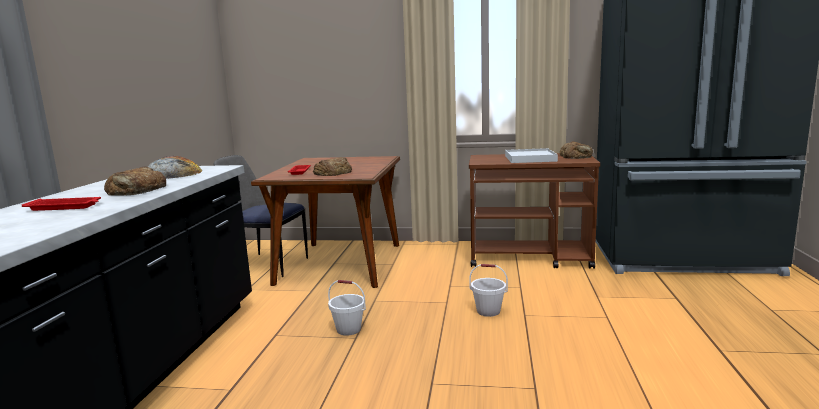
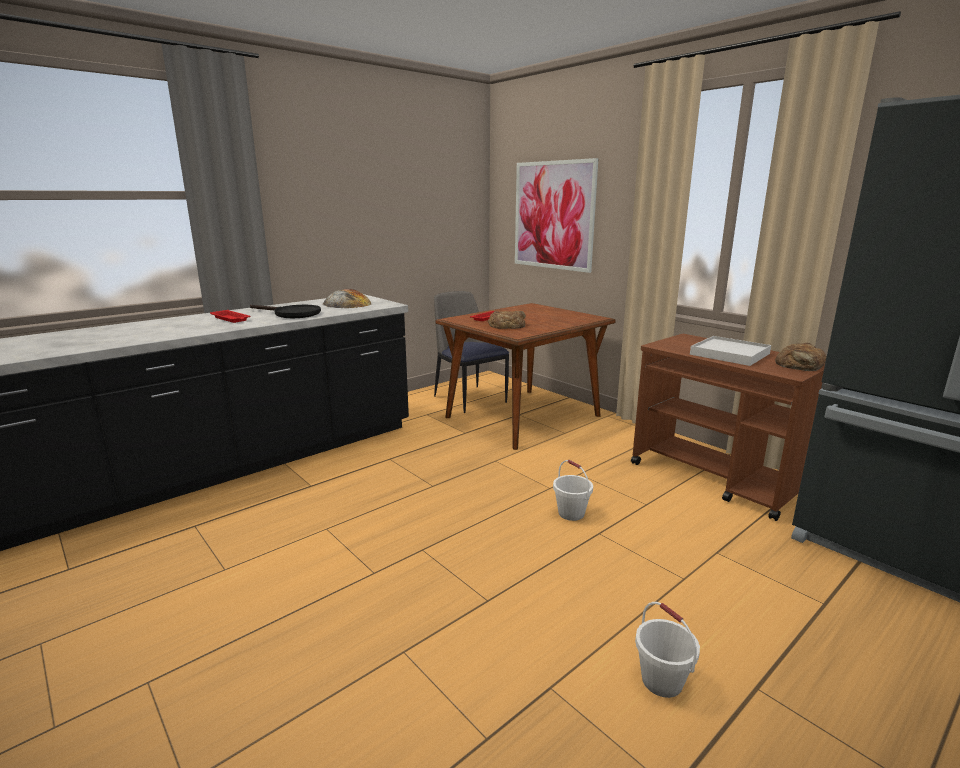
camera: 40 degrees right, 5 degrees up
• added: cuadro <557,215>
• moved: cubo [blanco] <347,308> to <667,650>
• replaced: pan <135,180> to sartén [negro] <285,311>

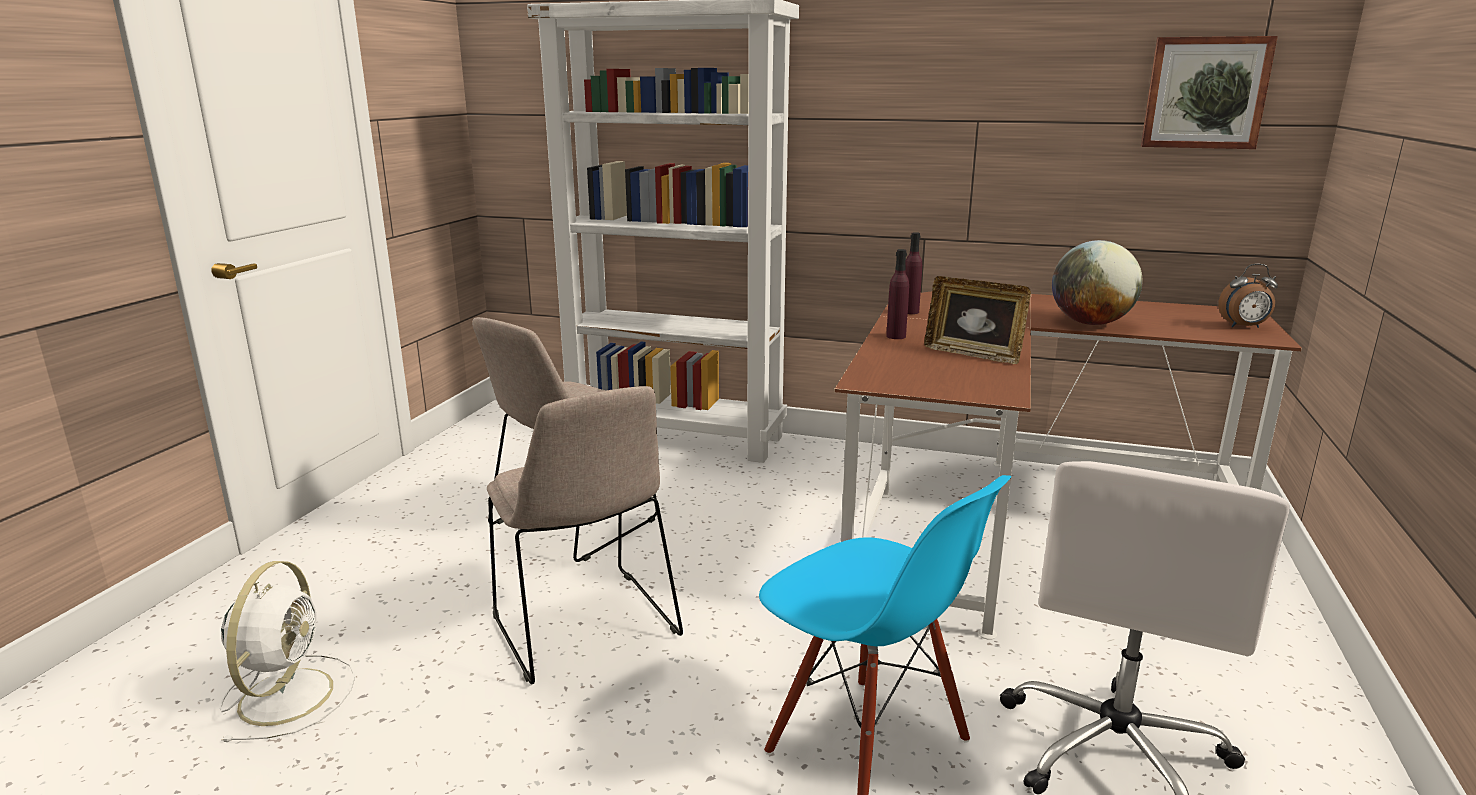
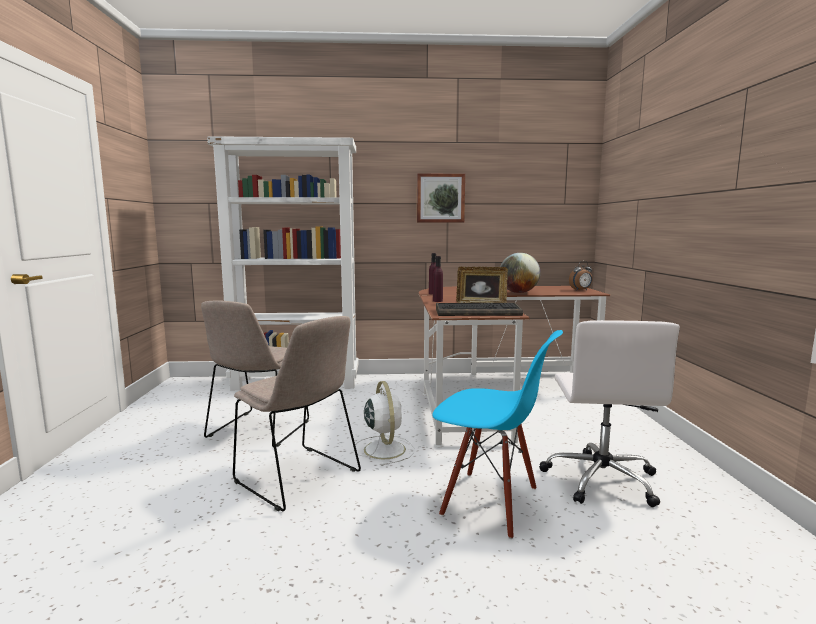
camera: 20 degrees left, 10 degrees down
• added: teclado <479,309>
• moved: ventilador [blanco] <287,651> to <383,423>
• moved: cuadro <1209,92> to <441,197>

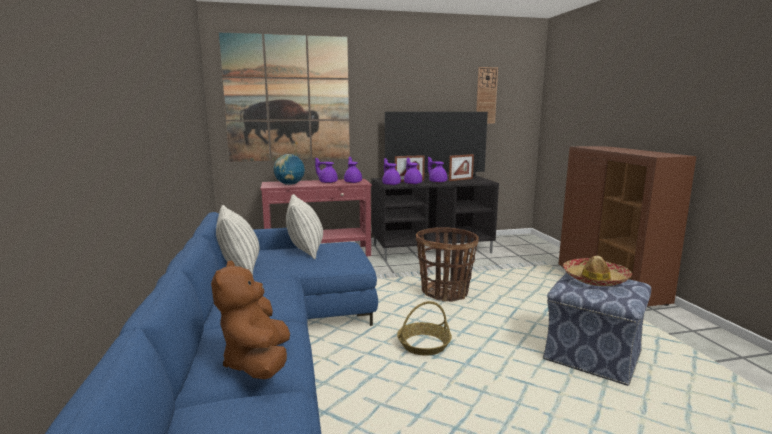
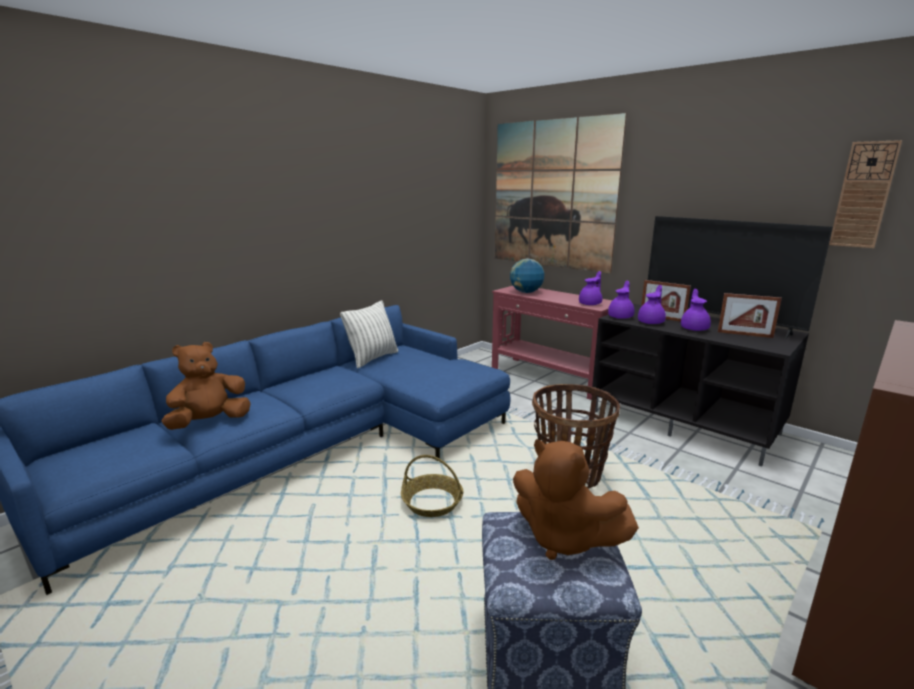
camera: 55 degrees right, 5 degrees up
• removed: cojín <304,226>
• removed: tetera [morado] <326,170>
• replaced: sombrero <597,271> to peluche [marrón] <576,499>

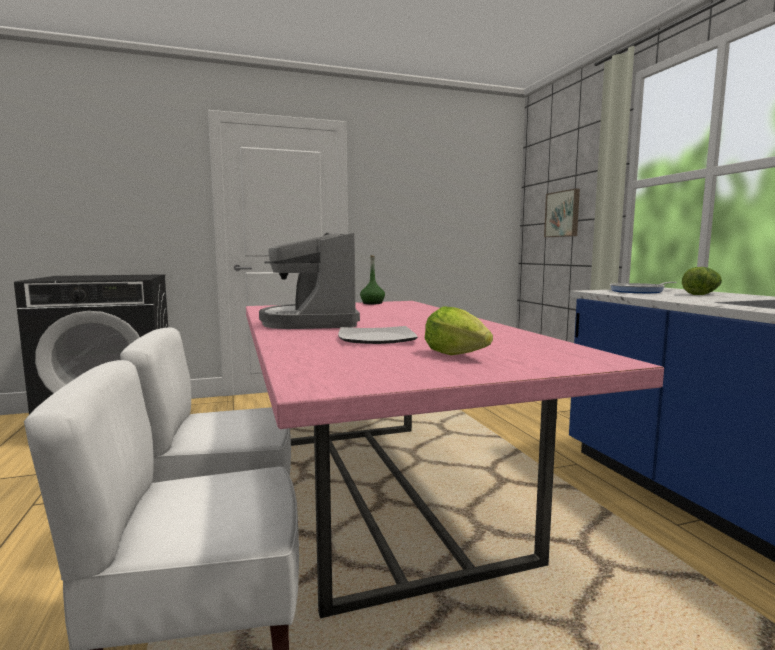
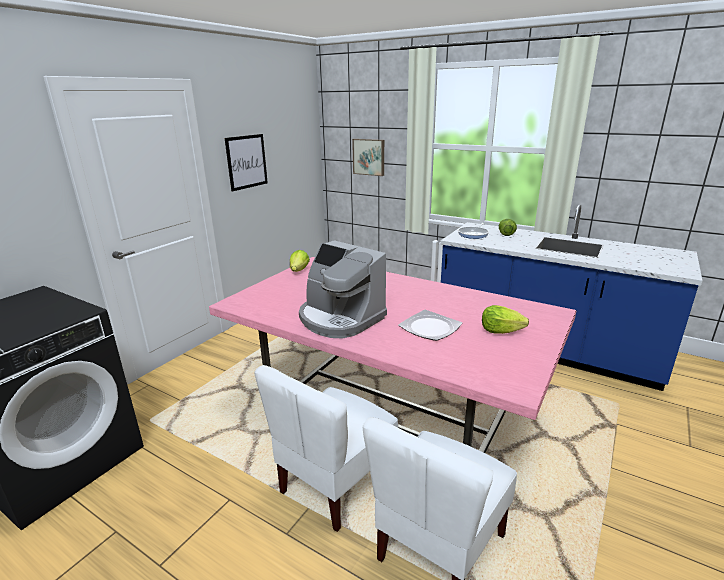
camera: 40 degrees left, 15 degrees up
• added: cuadro <246,163>
• replaced: botella [verde] <372,279> to lechuga <300,261>

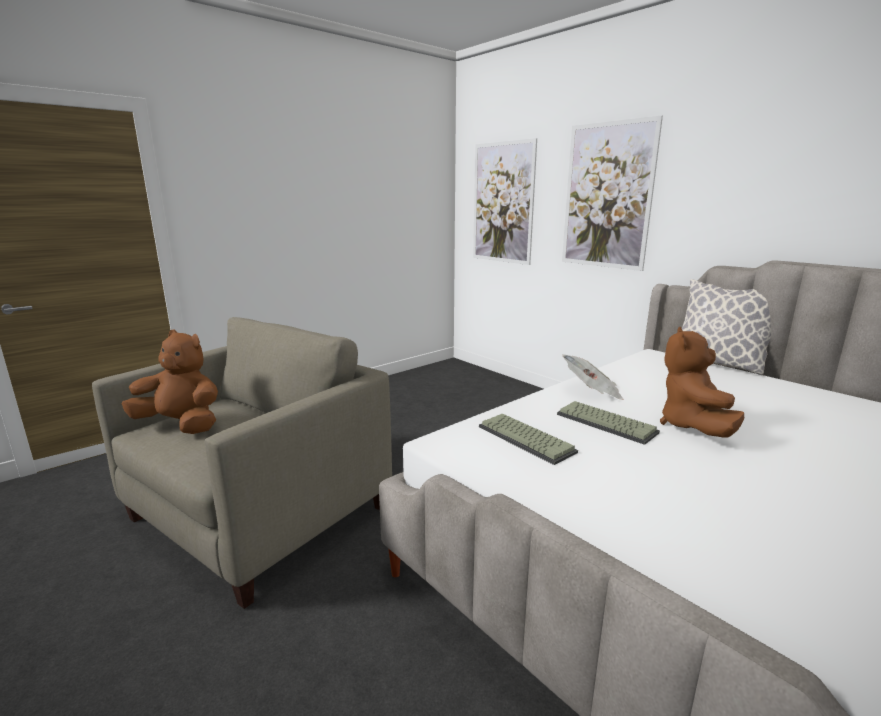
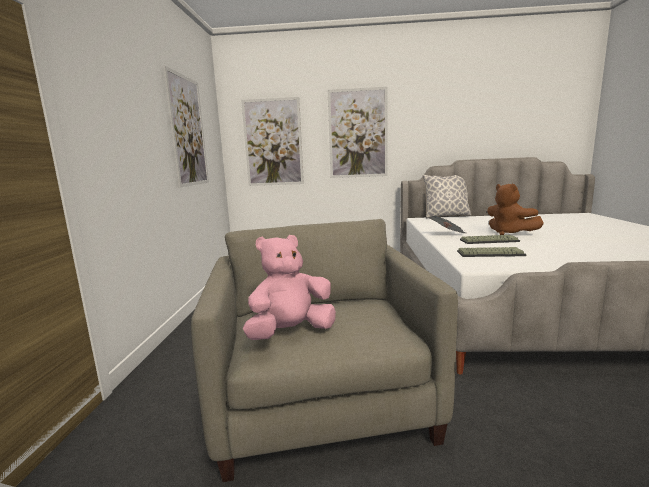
camera: 45 degrees left, 5 degrees down
• added: cuadro <186,127>
• recoloured: peluche [marrón] <170,381> to peluche [rosa] <289,287>

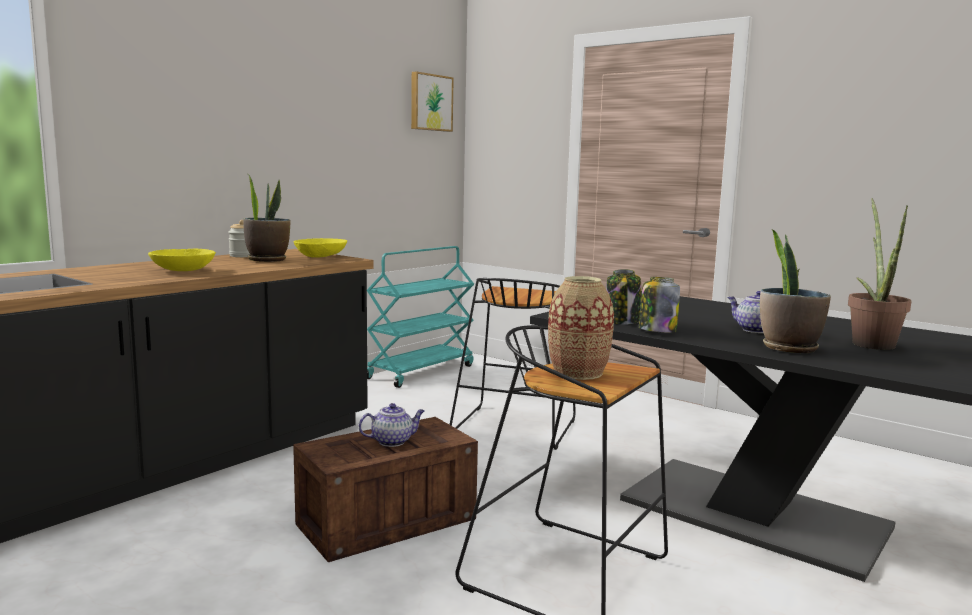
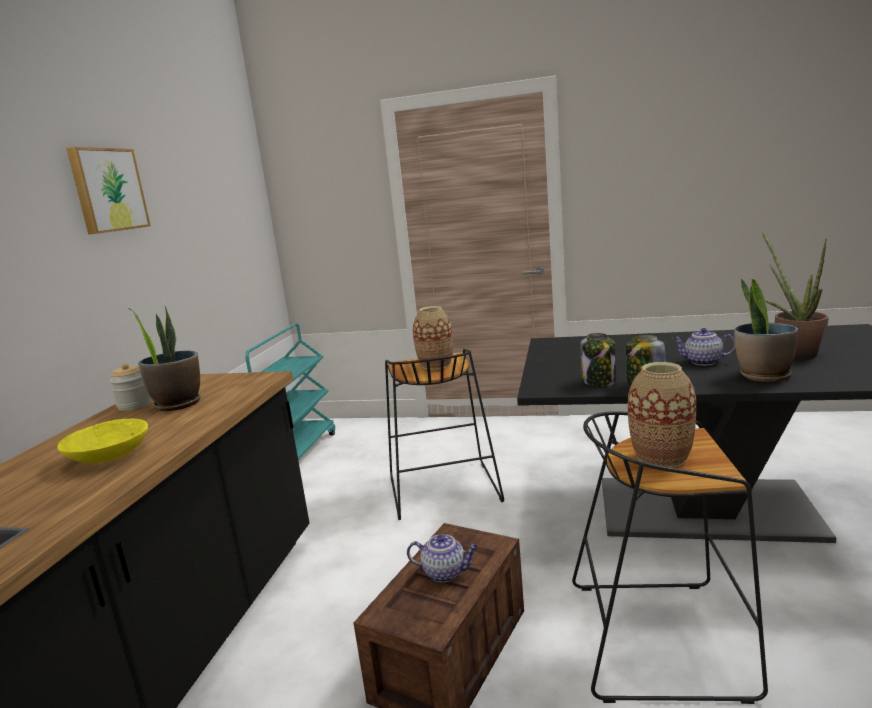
camera: 25 degrees left, 5 degrees up
• removed: cuenco [amarillo] <320,248>
• added: florero <433,338>
• moved: cuadro <432,102> to <108,191>
• turned: tetera <392,425> = <442,558> 60 degrees clockwise

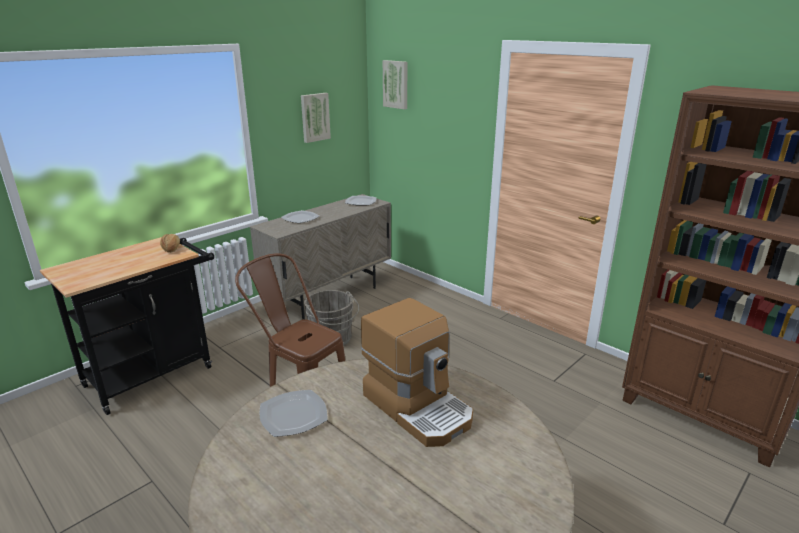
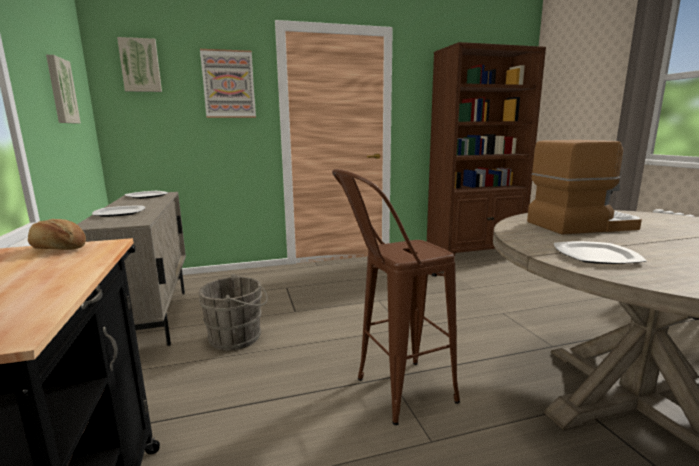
camera: 60 degrees left, 10 degrees down
• added: cuadro <228,83>

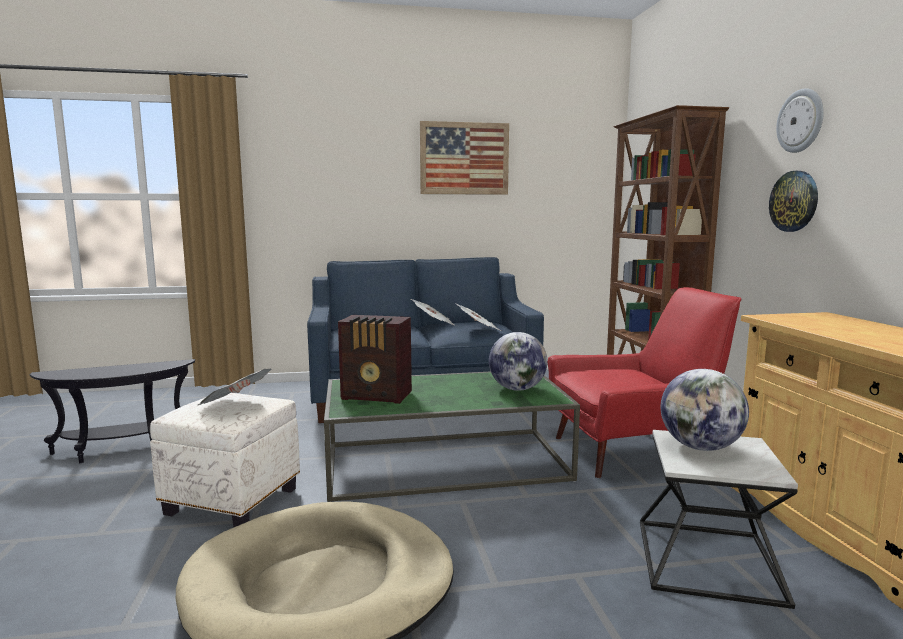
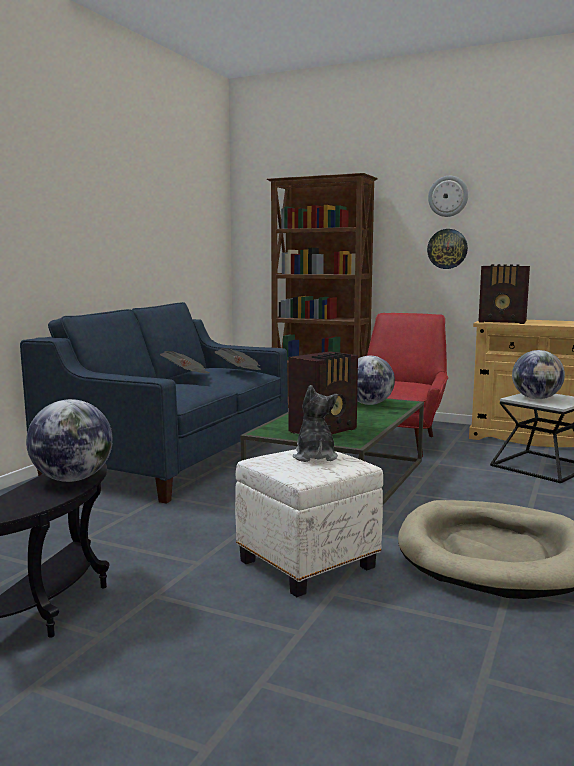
camera: 55 degrees left, 0 degrees up
• removed: cuadro <464,158>
• added: globo terráqueo <69,440>
• added: radio <504,294>
• replaced: periódico <235,387> to peluche <315,423>

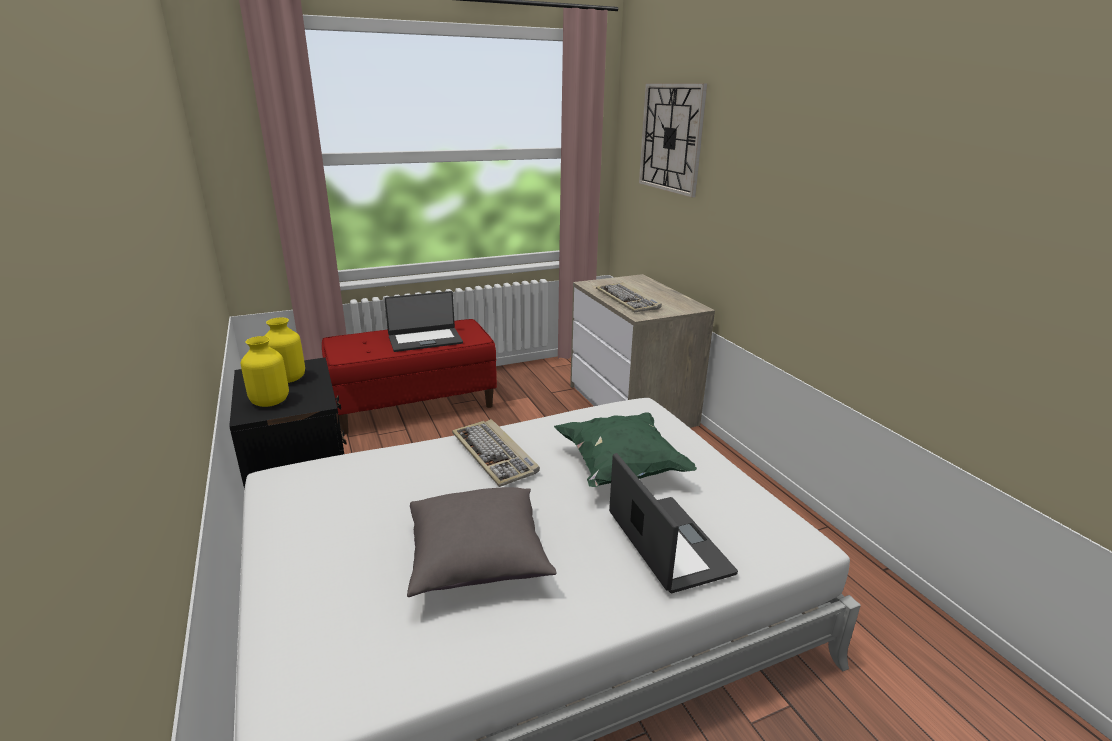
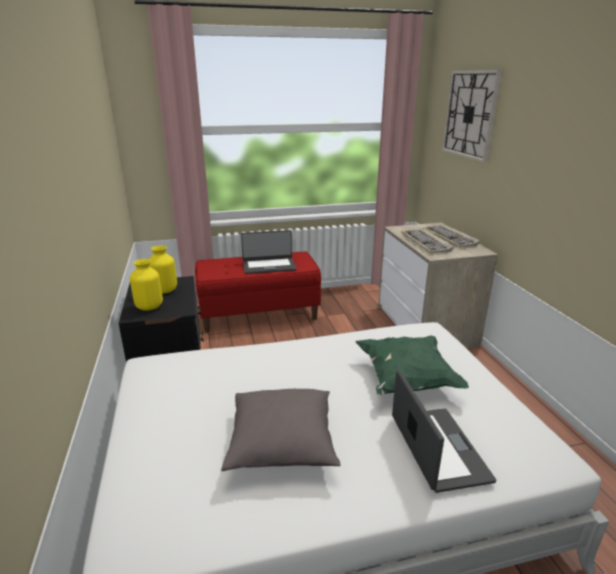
camera: 10 degrees right, 0 degrees up
• moved: teclado <496,453> to <451,236>

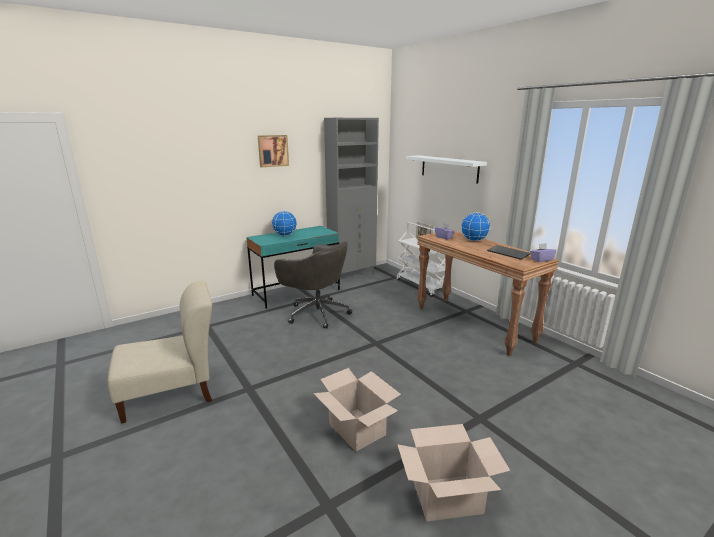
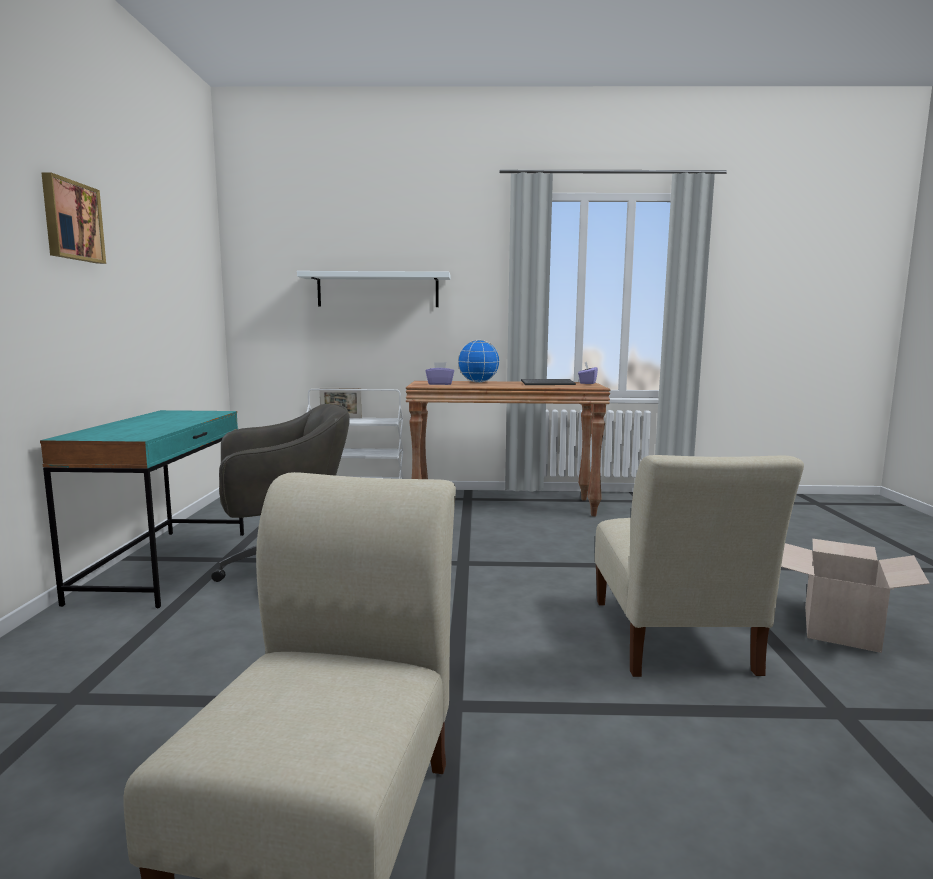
camera: 55 degrees left, 10 degrees down
• removed: globo terráqueo <284,223>
• removed: armario [gris] <351,196>
• replaced: caja de cartón <357,410> to silla [beis] <699,566>

